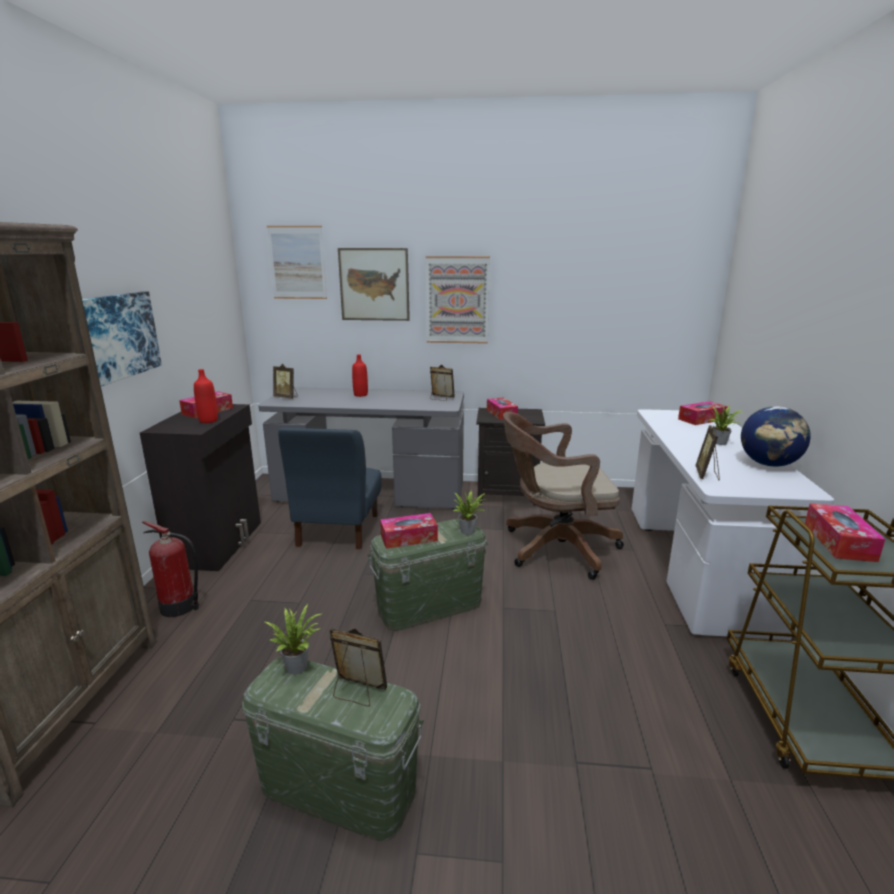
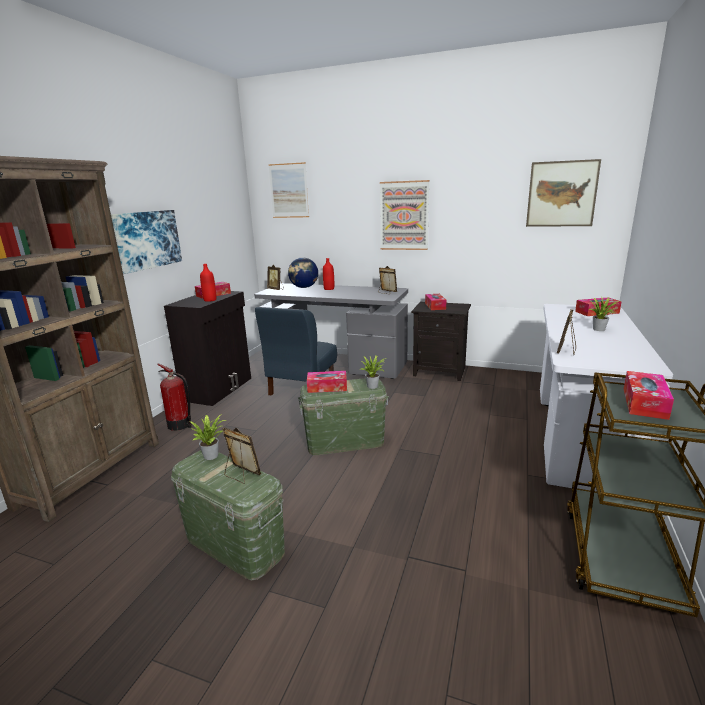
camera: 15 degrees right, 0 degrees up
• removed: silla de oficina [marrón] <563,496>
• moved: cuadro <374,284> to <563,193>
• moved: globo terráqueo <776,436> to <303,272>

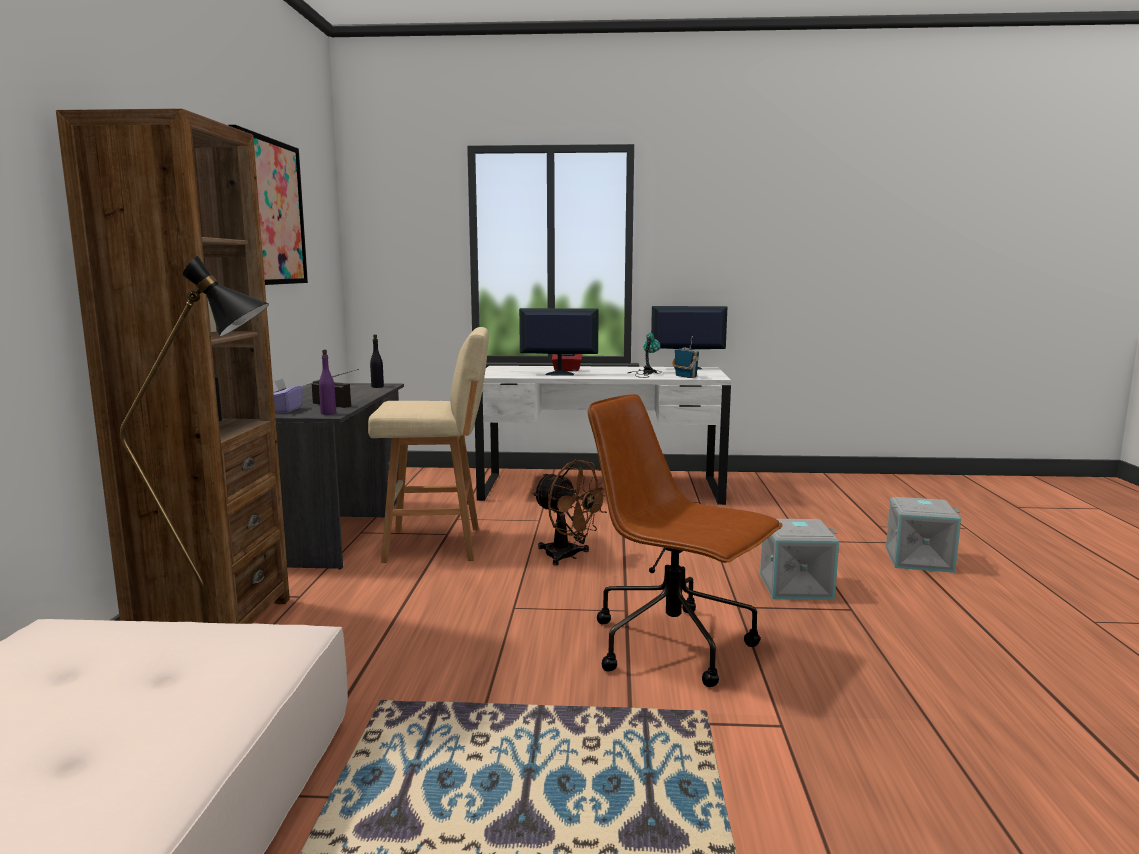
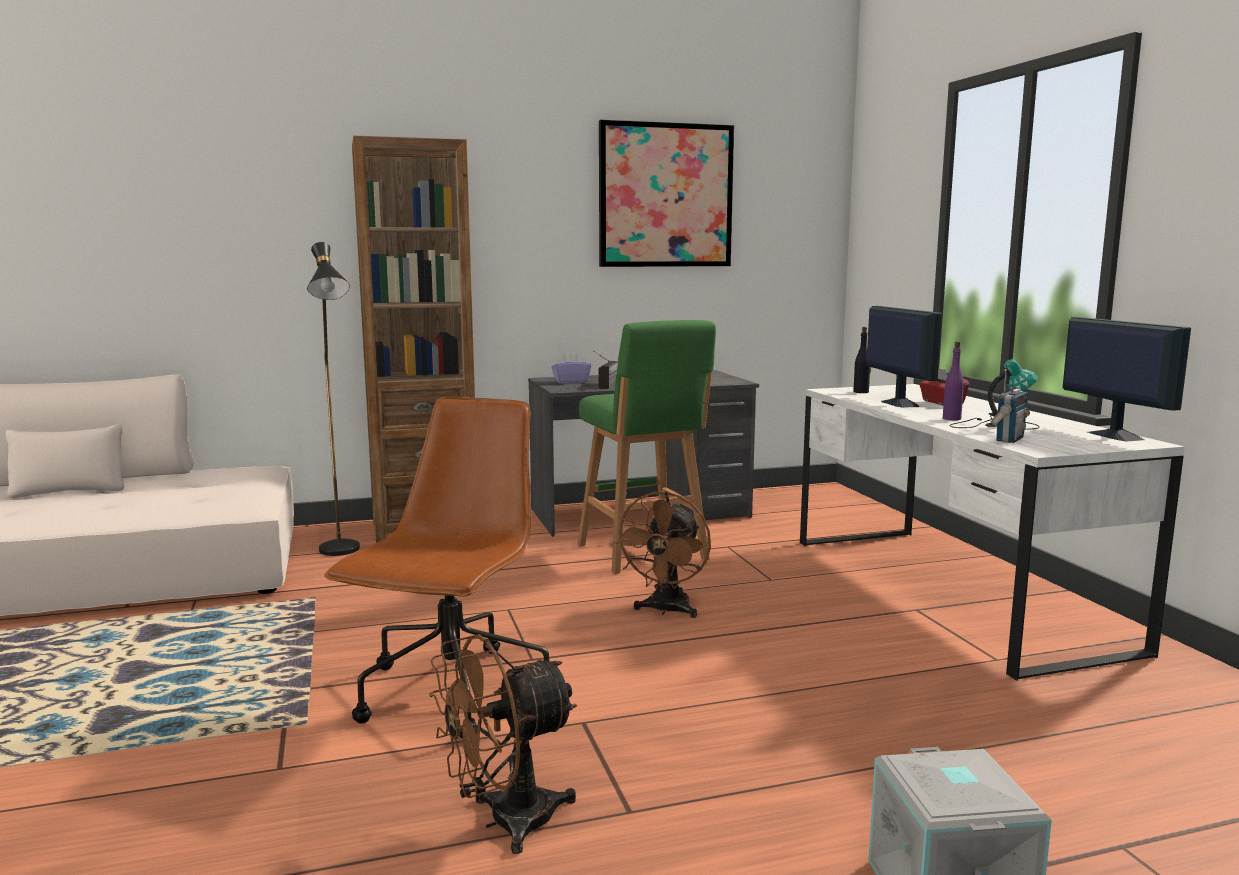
camera: 70 degrees right, 0 degrees up
• removed: caja de almacenaje [gris] <799,559>
• added: ventilador [marrón] <503,744>
• moved: botella [morado] <327,382> to <953,380>
• moved: botella [negro] <377,361> to <862,360>
• recoloured: taburete [beis] <428,445> to taburete [verde] <647,447>

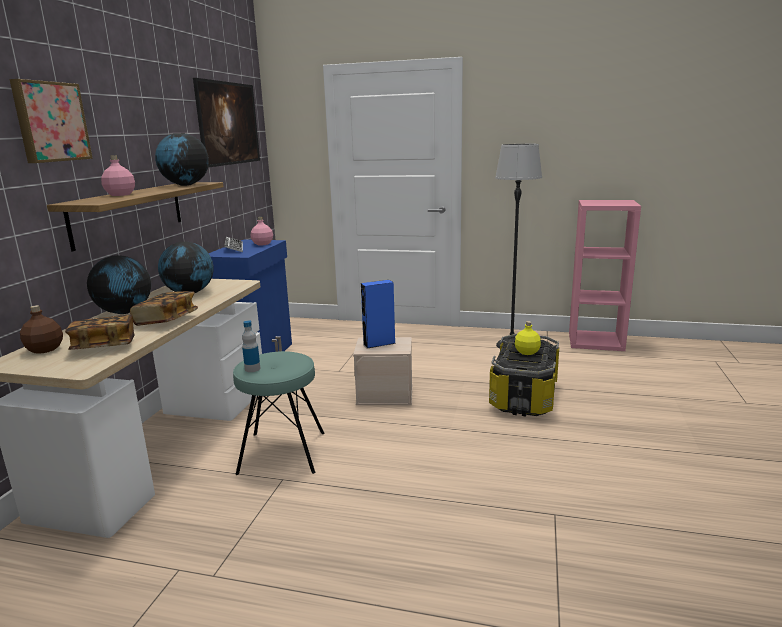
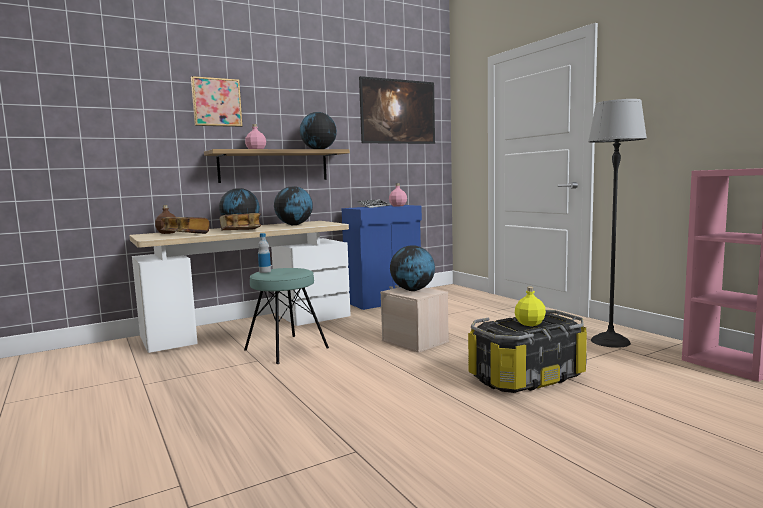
camera: 45 degrees right, 10 degrees down
• replaced: altavoz [azul] <378,314> to globo terráqueo <412,268>

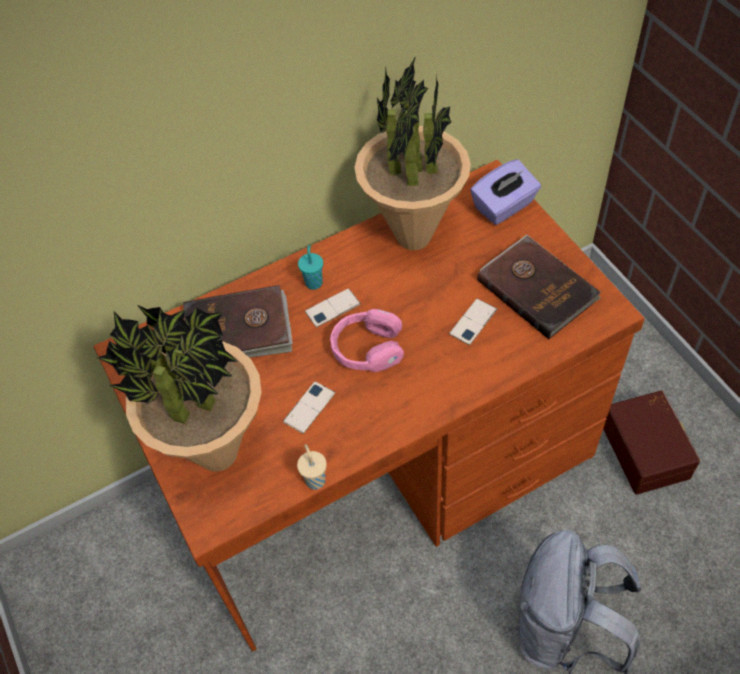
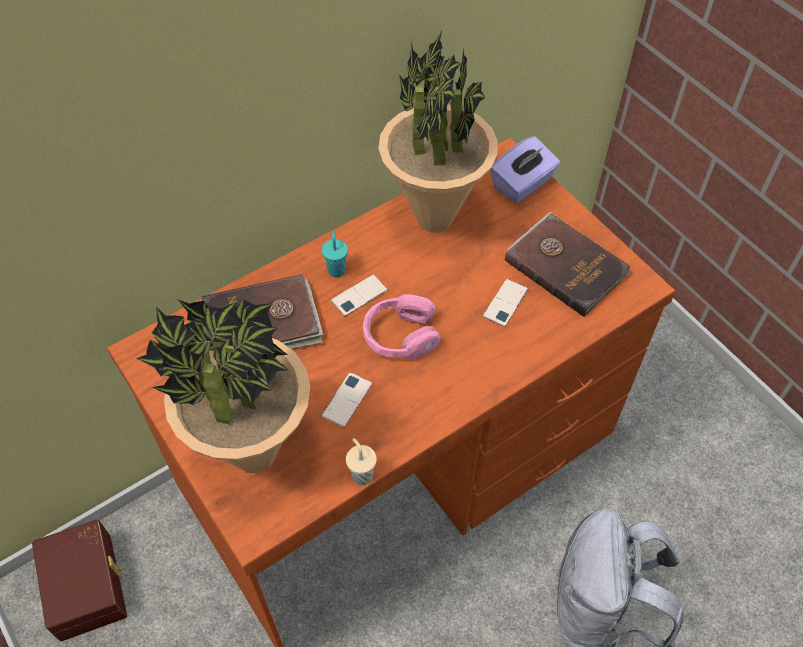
camera: 10 degrees left, 0 degrees up
• moved: caja de almacenaje [marrón] <651,442> to <79,580>

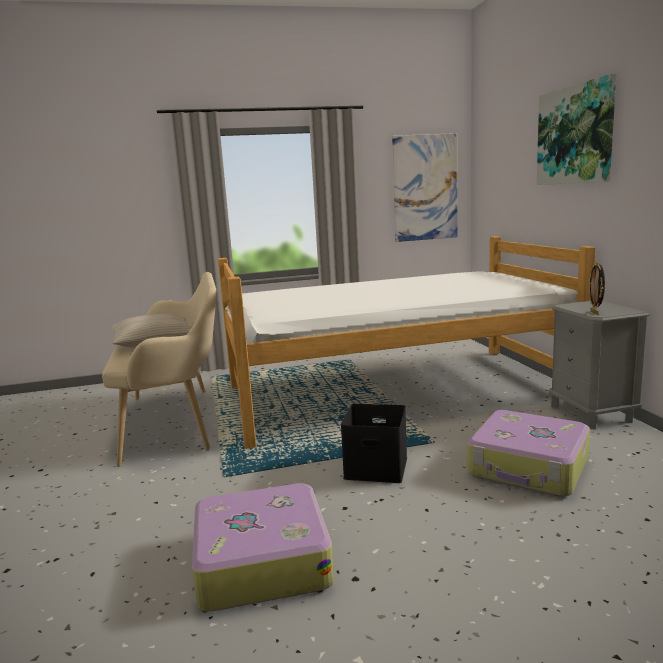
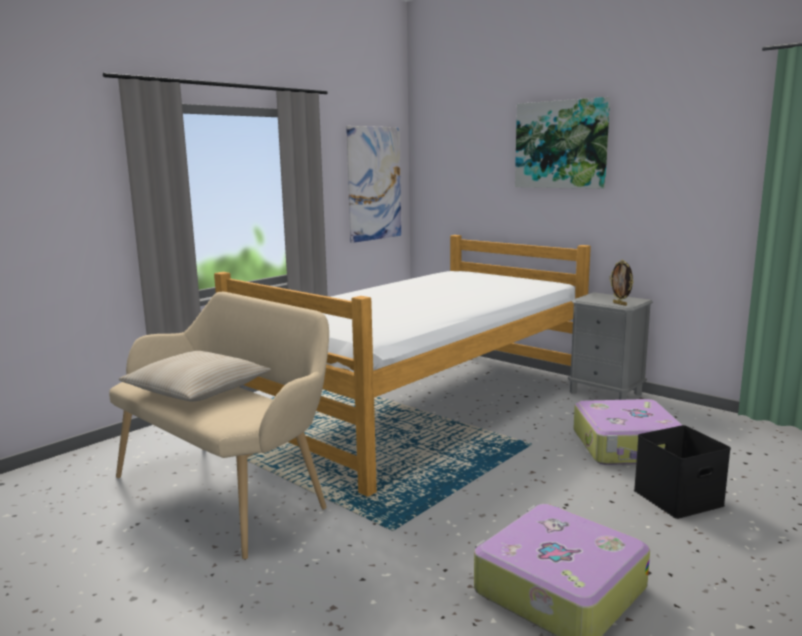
camera: 35 degrees left, 0 degrees up
• moved: caja de almacenaje [negro] <374,443> to <682,472>

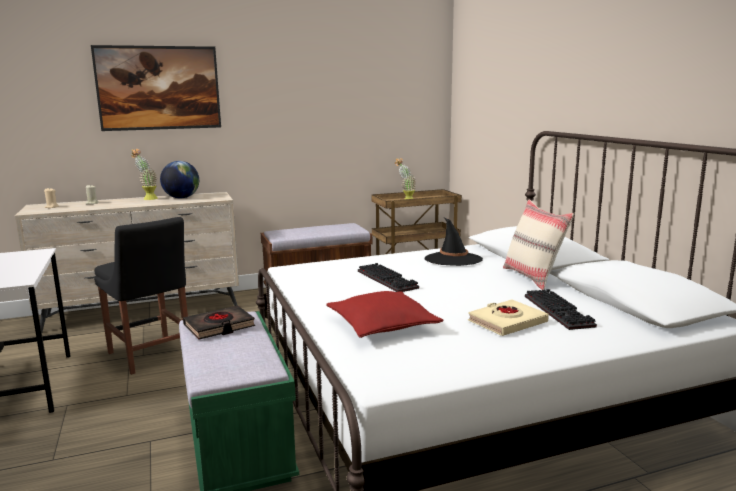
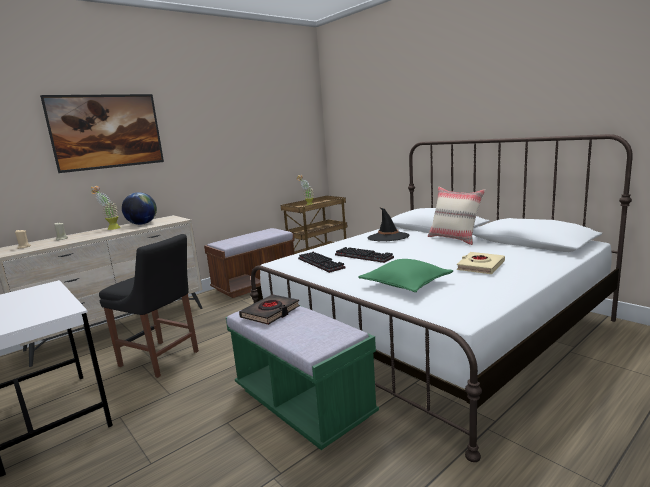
camera: 20 degrees left, 0 degrees up
• moved: teclado <561,309> to <321,262>
• recoloured: cojín [rojo] <384,314> to cojín [verde] <405,275>

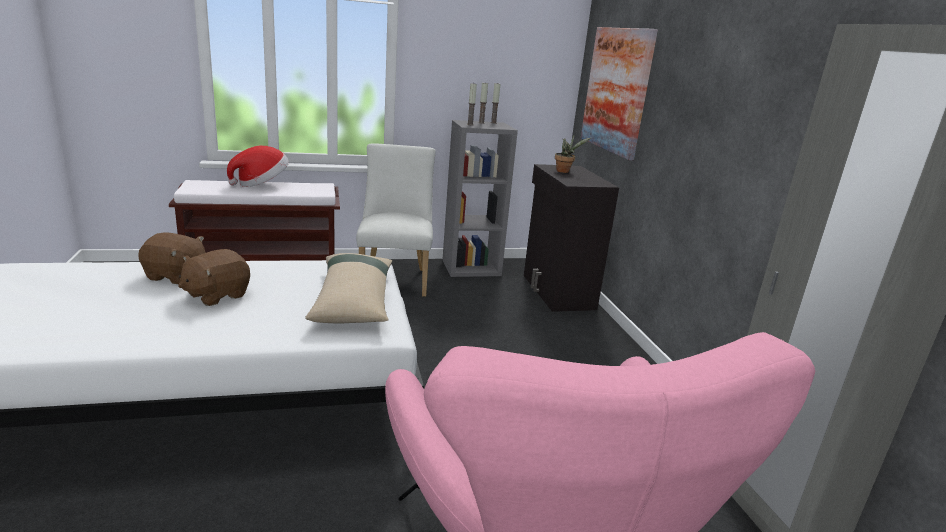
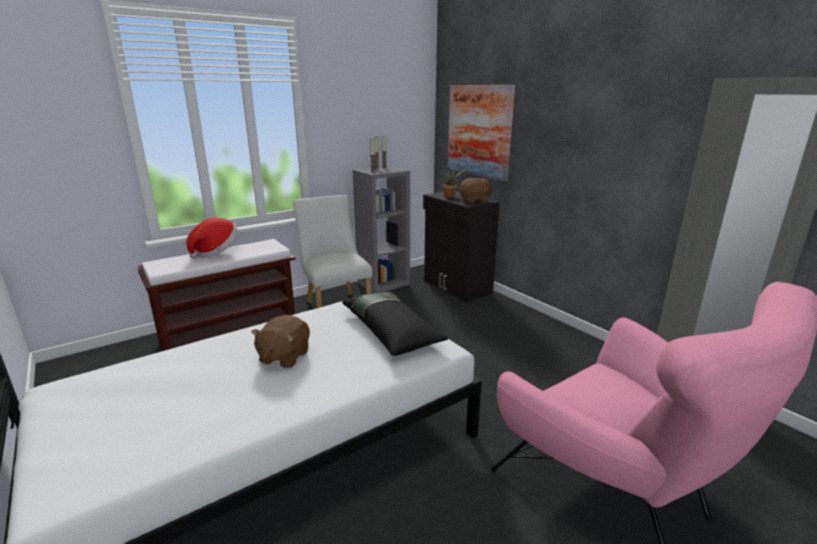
camera: 20 degrees left, 0 degrees up
• moved: peluche [marrón] <172,258> to <476,190>
• recoloured: cojín [beis] <348,288> to cojín [negro] <395,323>

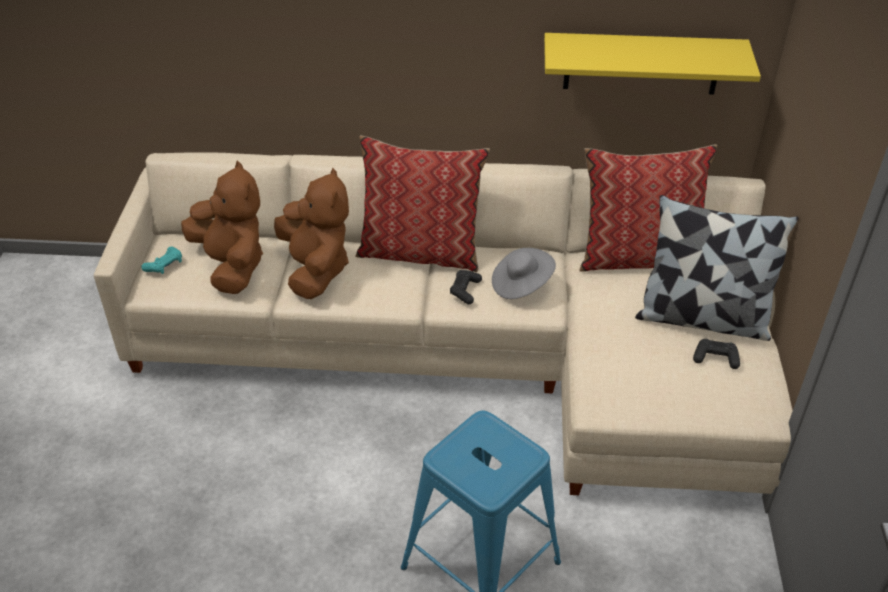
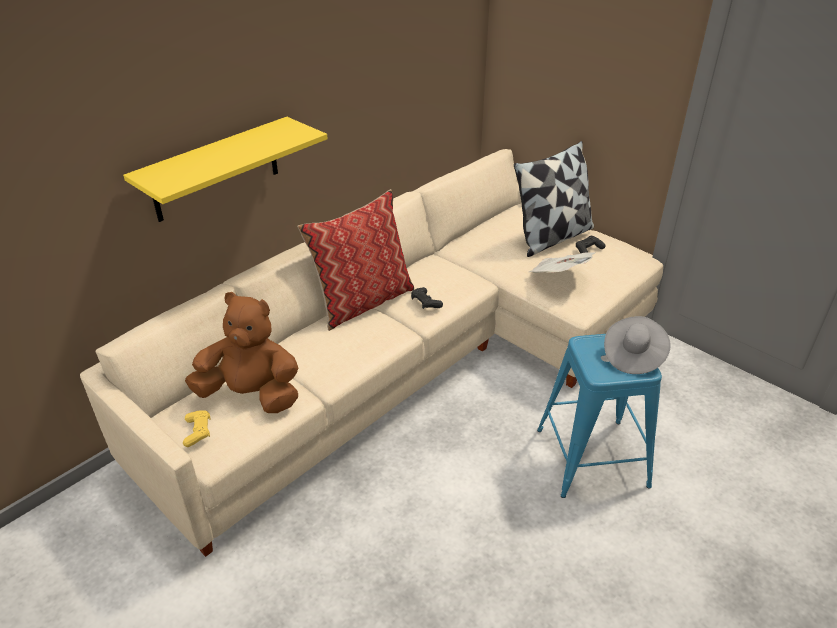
camera: 50 degrees left, 5 degrees down
• removed: peluche [marrón] <311,233>
• removed: cojín <648,208>
• added: periódico <562,262>
• moved: sombrero [gris] <524,273> to <637,345>
• moved: estante [amarillo] <652,63> to <225,169>
• recoloured: mando de consola [turquesa] <161,260> to mando de consola [amarillo] <197,428>

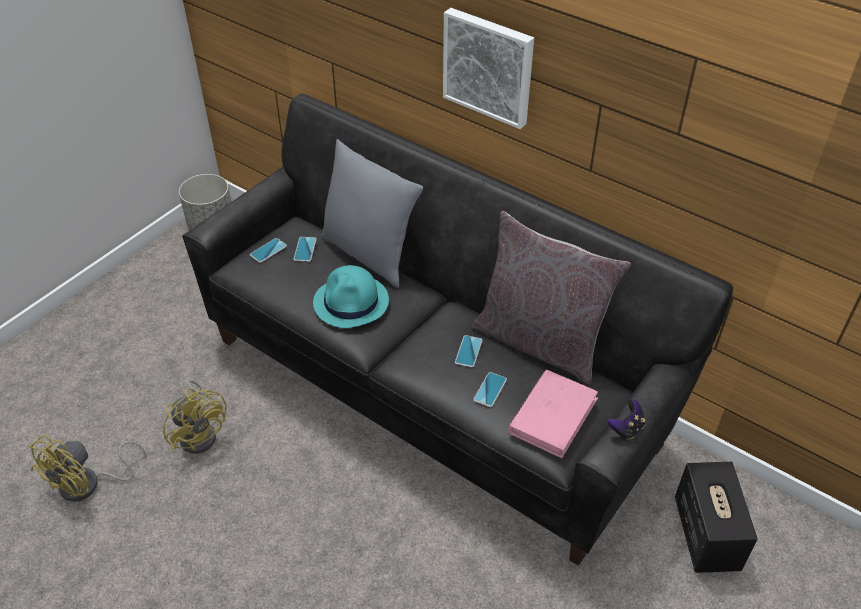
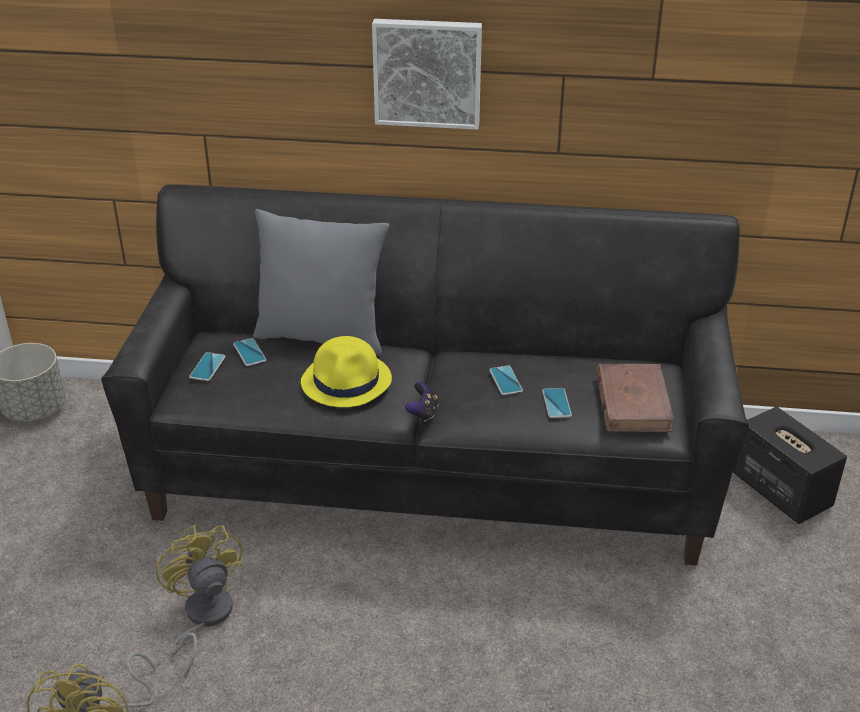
camera: 30 degrees left, 10 degrees down
• removed: cojín [gris] <551,298>
• moved: mando de consola <626,419> to <421,402>
• recoloured: sombrero [turquesa] <351,296> to sombrero [amarillo] <346,371>
• recoloured: libro [rosa] <552,414> to libro [marrón] <635,398>
• turned: ventilador [amarillo] <195,417> = <199,601> 135 degrees counterclockwise

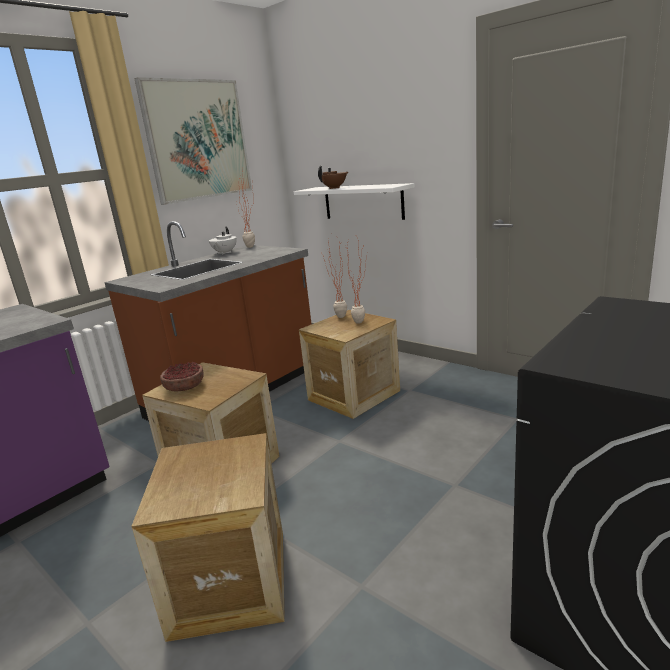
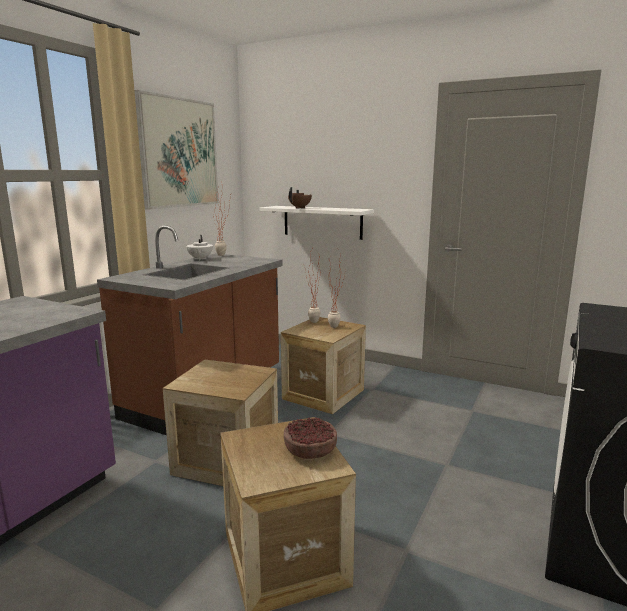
camera: 15 degrees left, 5 degrees down
• moved: cuenco <182,376> to <310,438>

